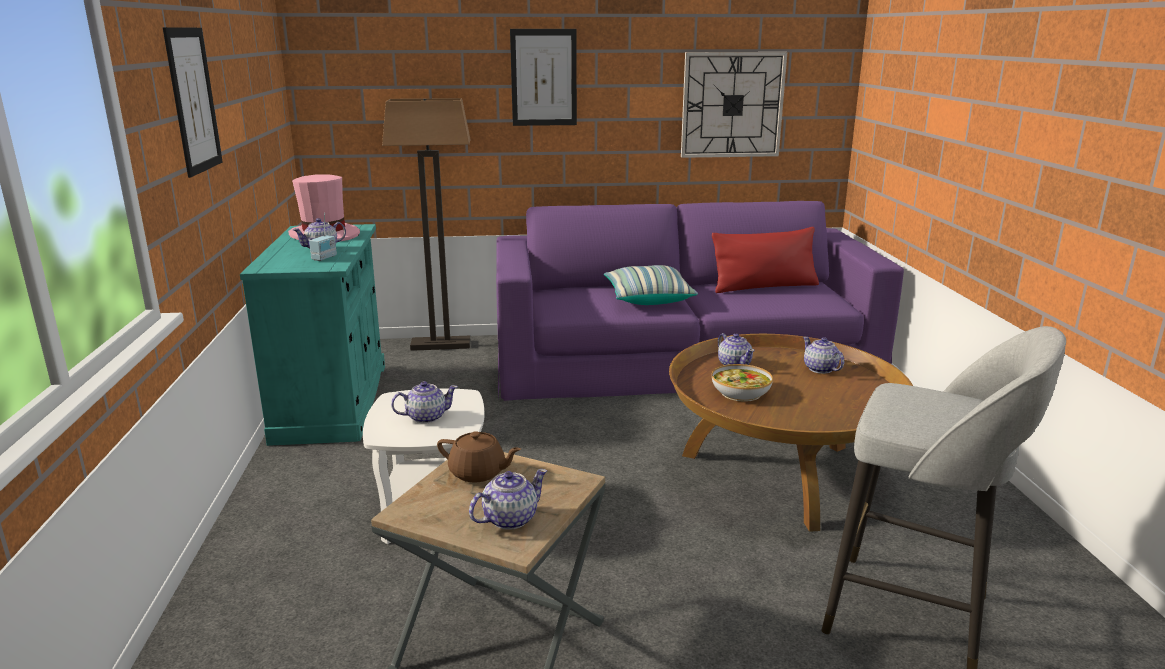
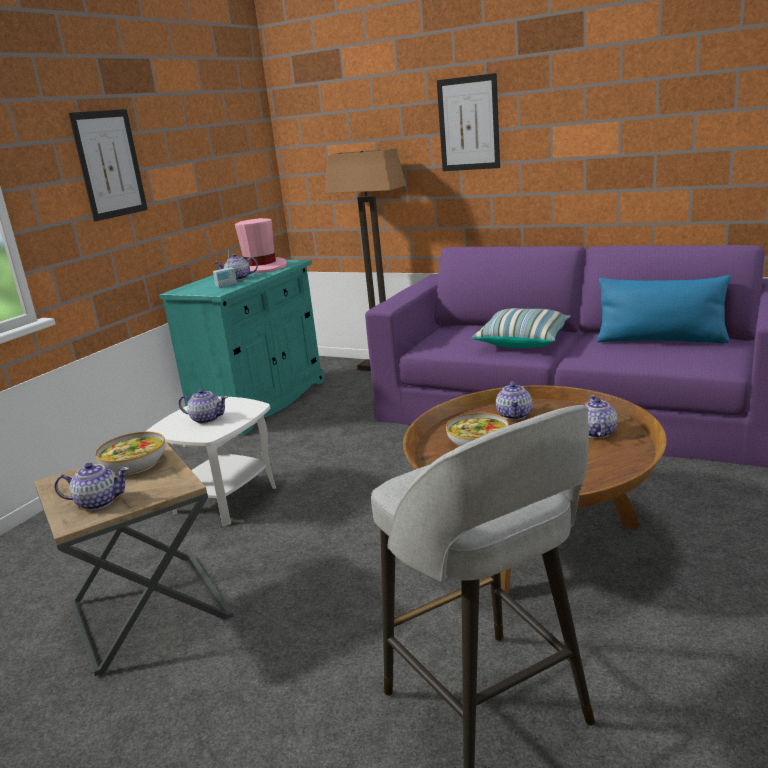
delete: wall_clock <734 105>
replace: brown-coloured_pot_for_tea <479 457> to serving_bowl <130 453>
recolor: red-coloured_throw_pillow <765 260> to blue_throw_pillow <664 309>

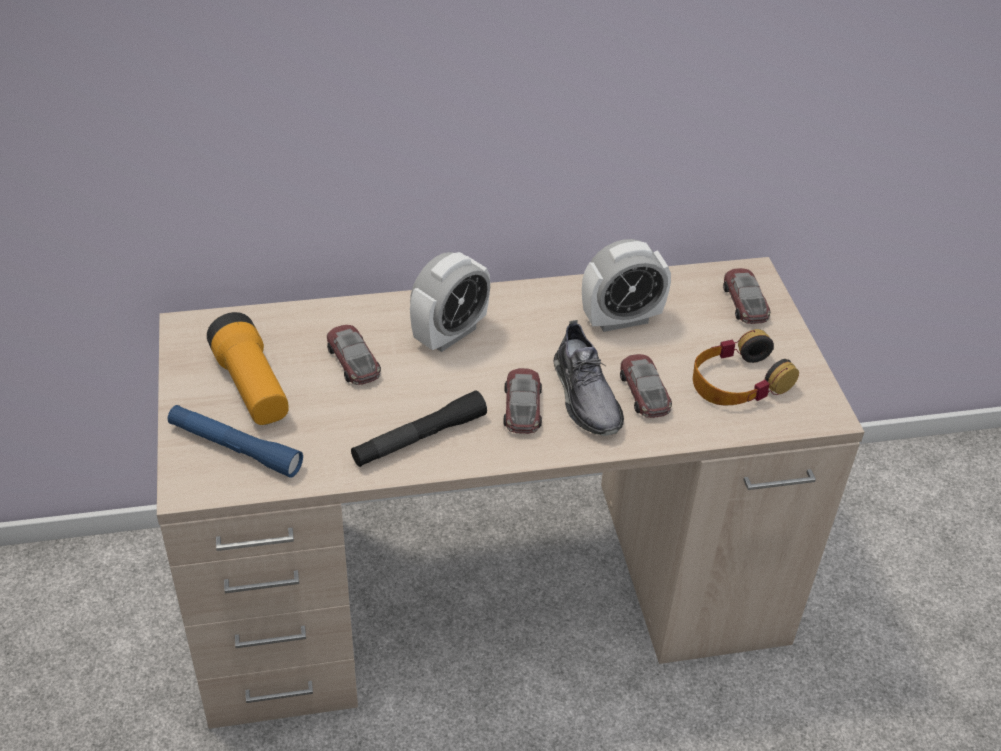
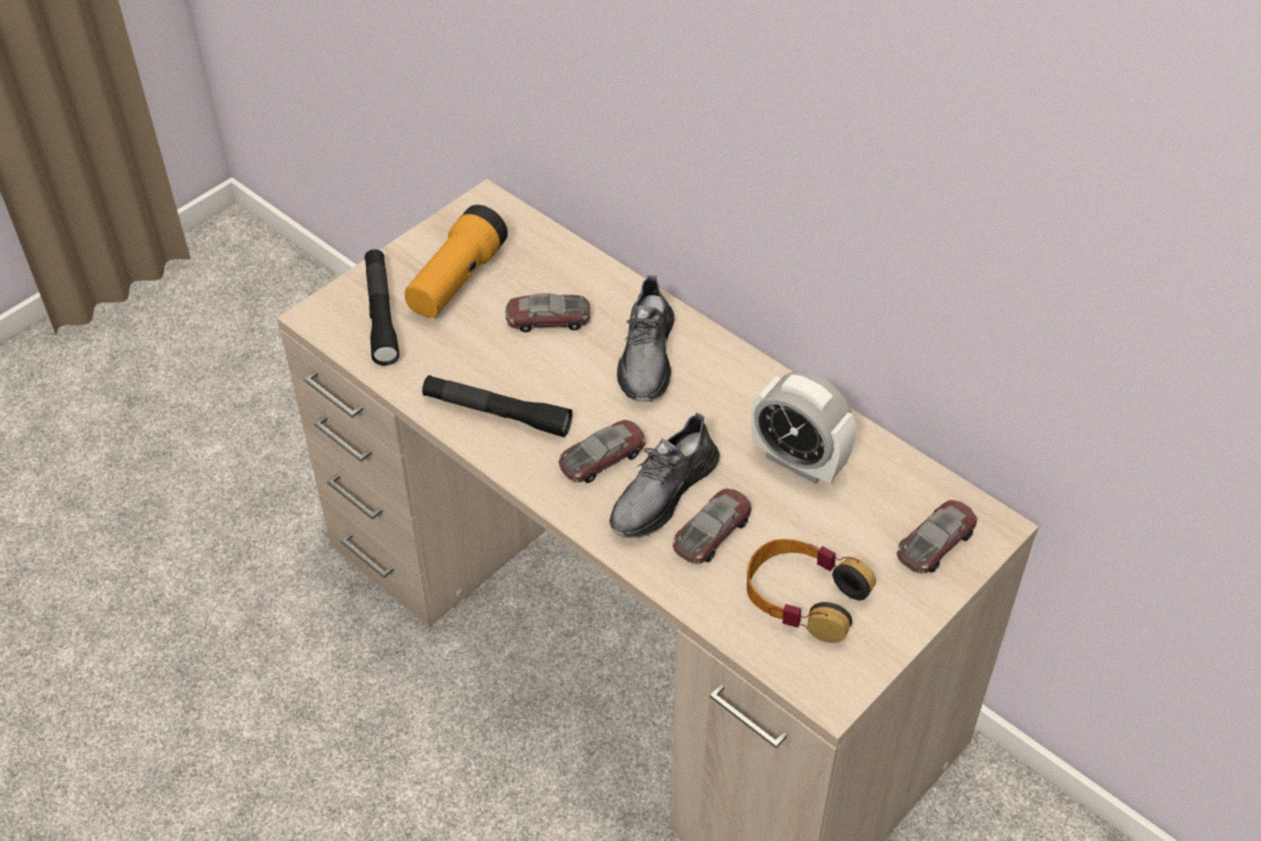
replace: table_clock <450 302> to greyish_shoe <646 338>
recolor: blue_hand_torch <235 441> to black_hand_torch <382 307>
rotate: model_car <354 355> = <548 312> 120 degrees counterclockwise

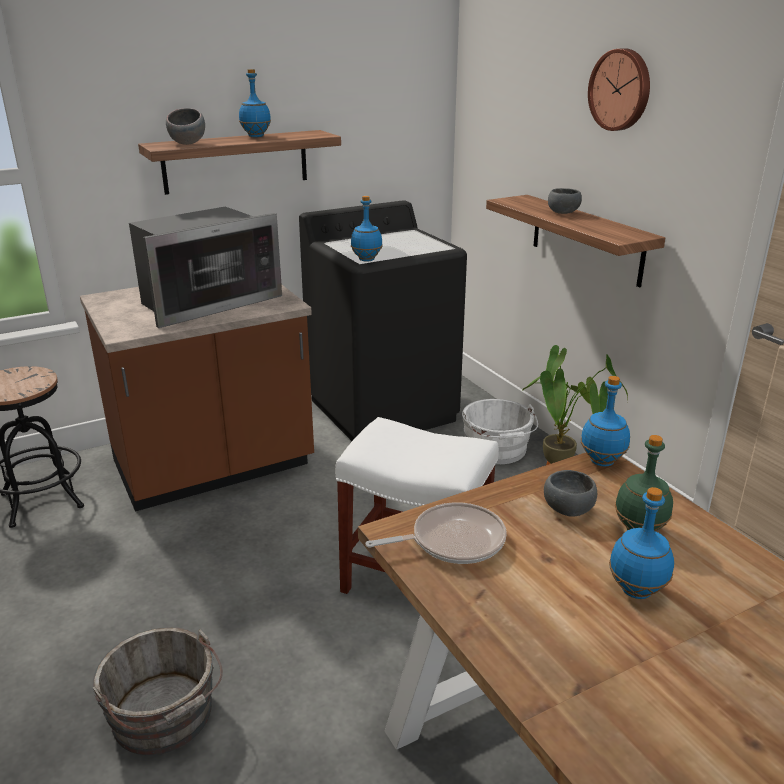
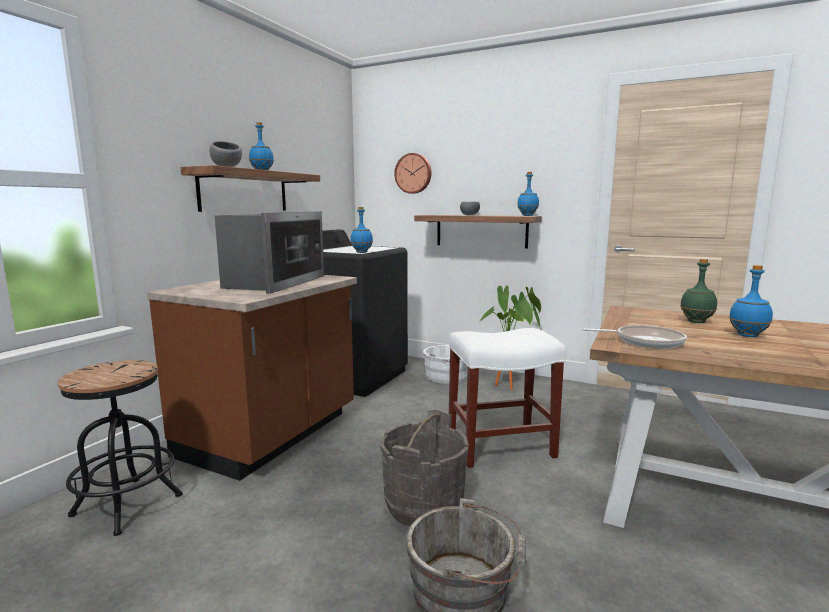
delete: greyish_serving_bowl <570 493>
insert: greyish_water_bucket <424 468>
move: wall_clock <619 89> to <412 173>; blue_beverage_bottle <605 421> to <528 194>
rotate: skillet <436 533> = <635 336> 60 degrees clockwise

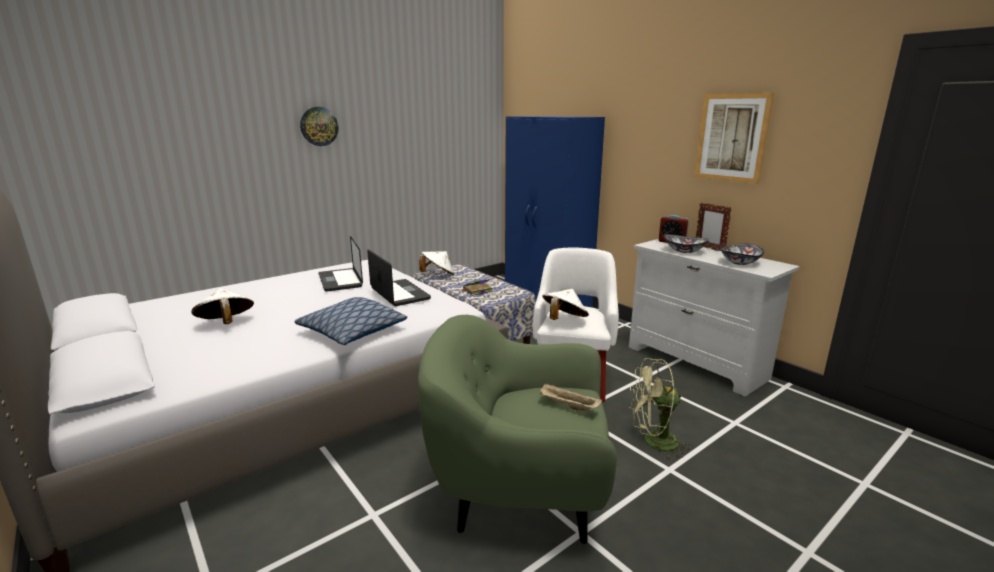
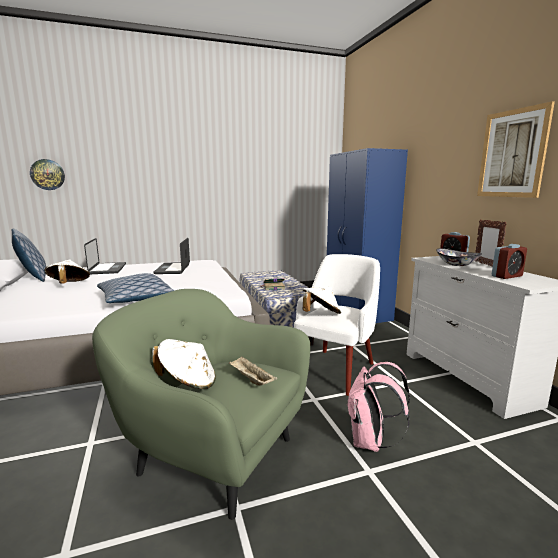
insert: throw_pillow <29 255>
move: wall_clock <319 126> to <47 174>; laptop <399 277> to <105 256>; whitish_hat <436 263> to <184 364>
replace: green_fan <660 409> to pinkish_rucksack <378 407>; serving_bowl <742 254> to table_clock <509 261>

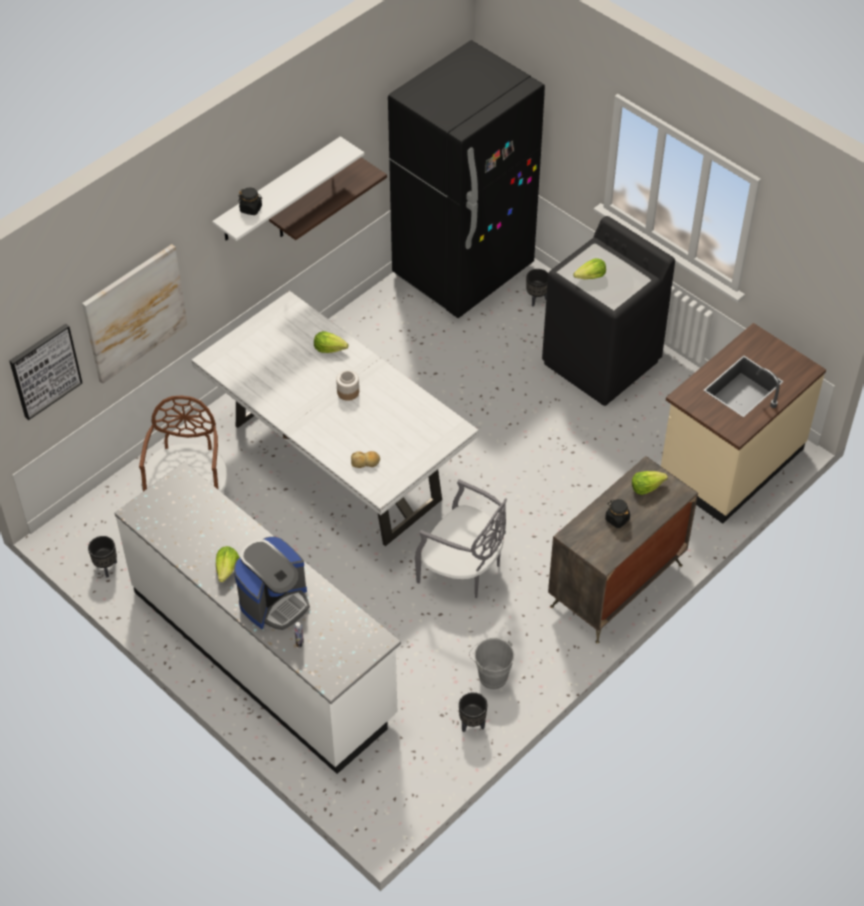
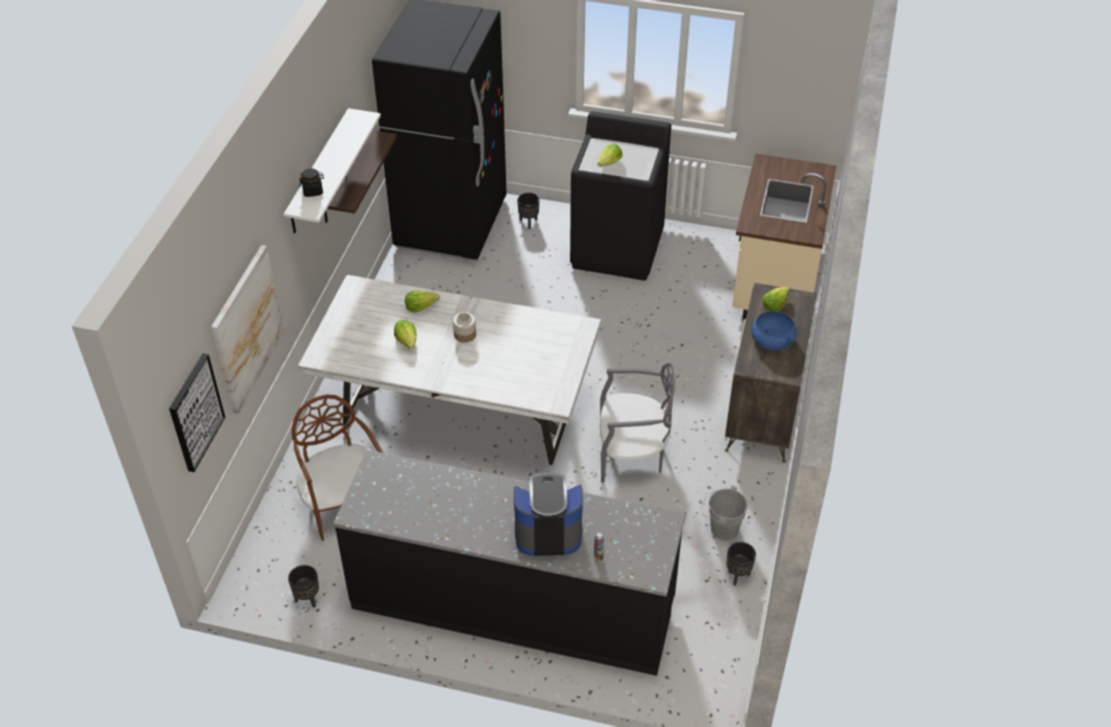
delete: bread <365 459>
move: lettuce <227 564> to <405 334>
replace: black_preserve_jar <617 513> to blue_serving_bowl <774 330>
recolor: whitish_kitchen_counter <258 618> to black_kitchen_counter <509 563>
rotate: coffee_machine <272 583> = <548 514> 105 degrees counterclockwise

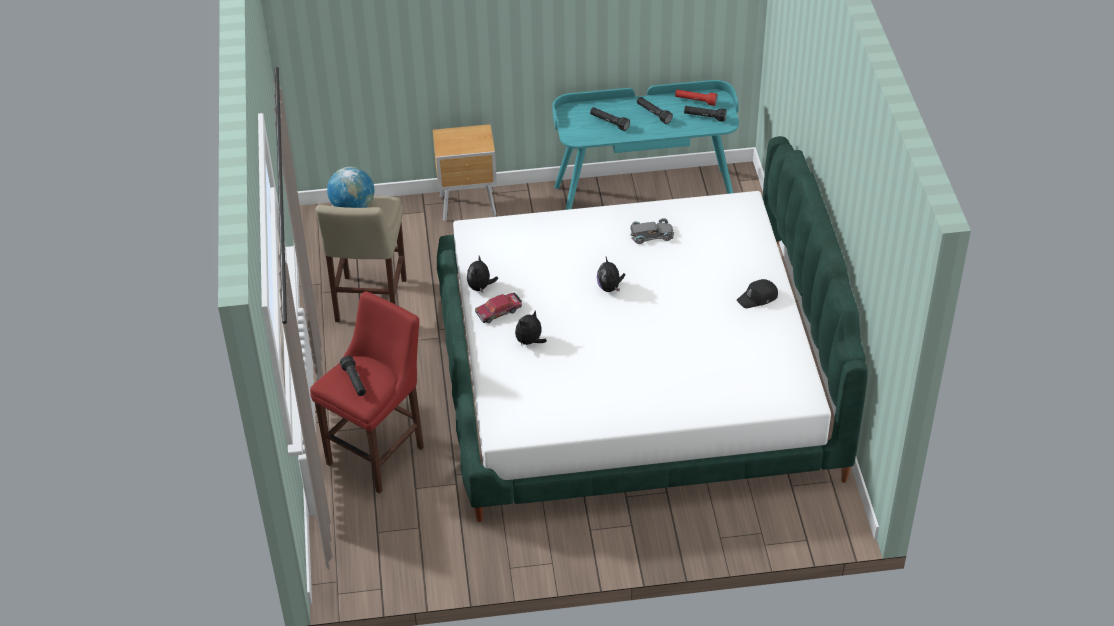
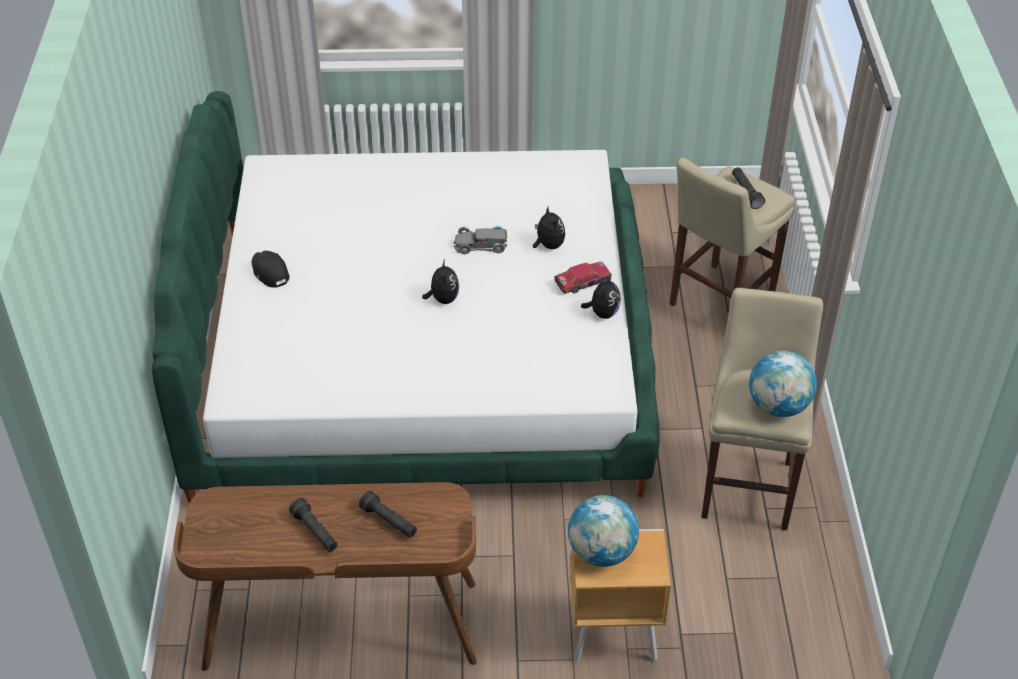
delete: red-coloured_hand_torch <696 97>; black_hand_torch <705 114>
insert: globe <603 531>
move: greyish_model_car <652 231> to <480 240>
recolor: turquoise_desk_table <645 145> to brown-coloured_desk_table <325 576>; red-coloured_stool <367 392> to beige-coloured_stool <732 232>
rotate: black_cap <757 293> = <271 269> 105 degrees counterclockwise; cuddly_toy <531 328> = <549 228> 75 degrees counterclockwise

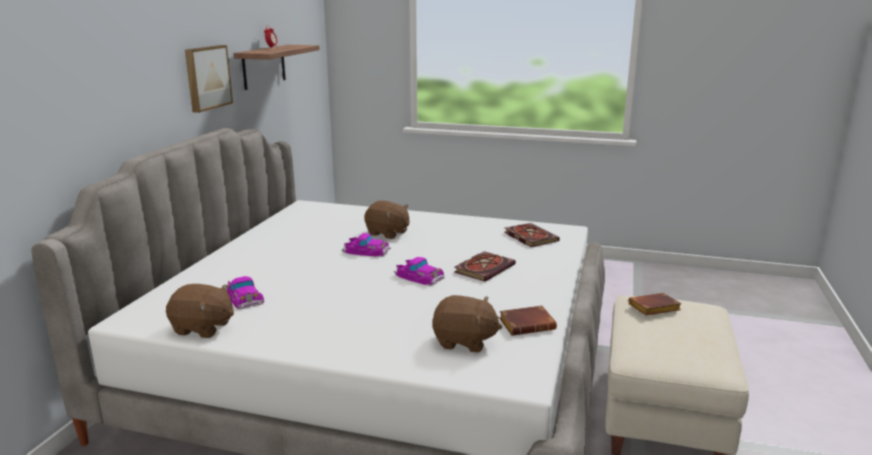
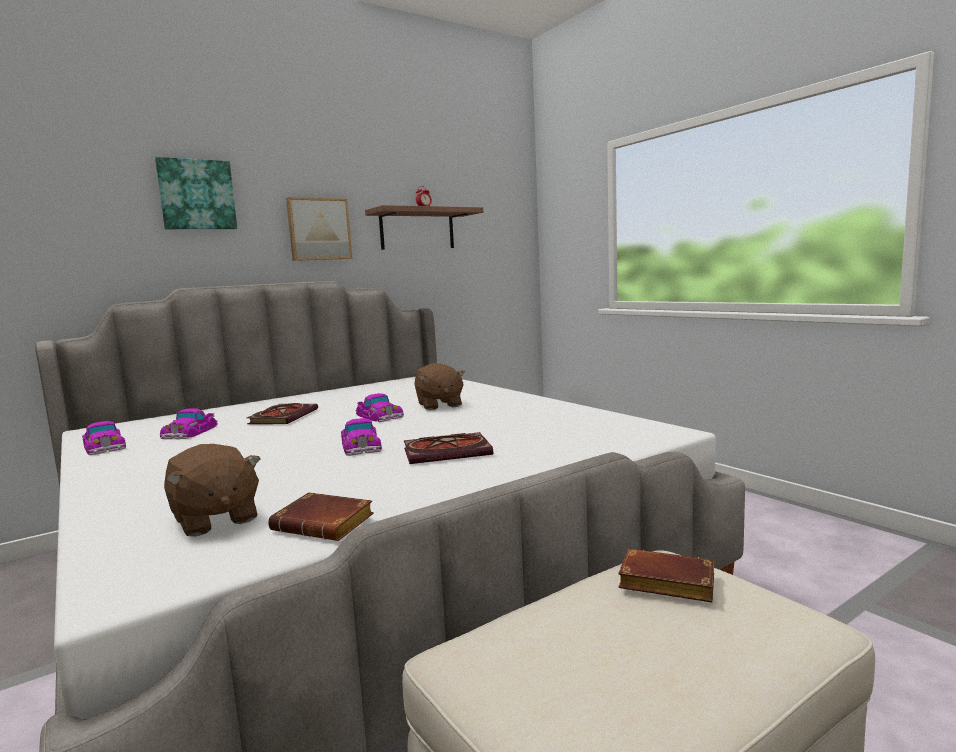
insert: wall_art <196 193>
move: volume <532 235> to <282 413>
replace: brown-coloured_cuddly_toy <200 311> to model_car <104 438>

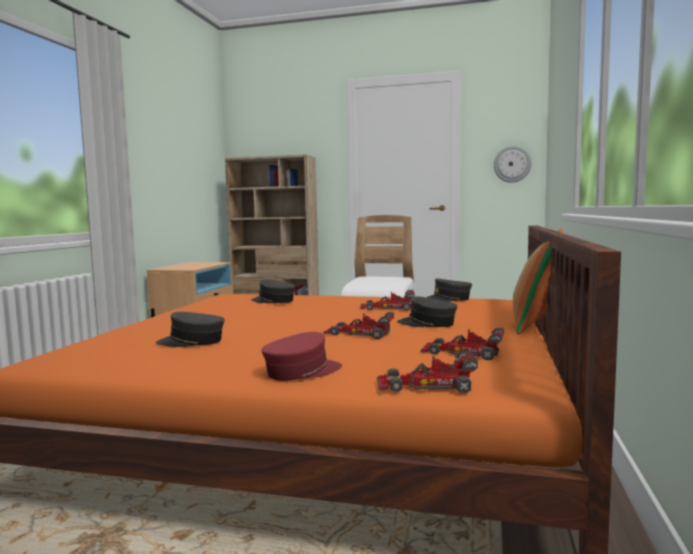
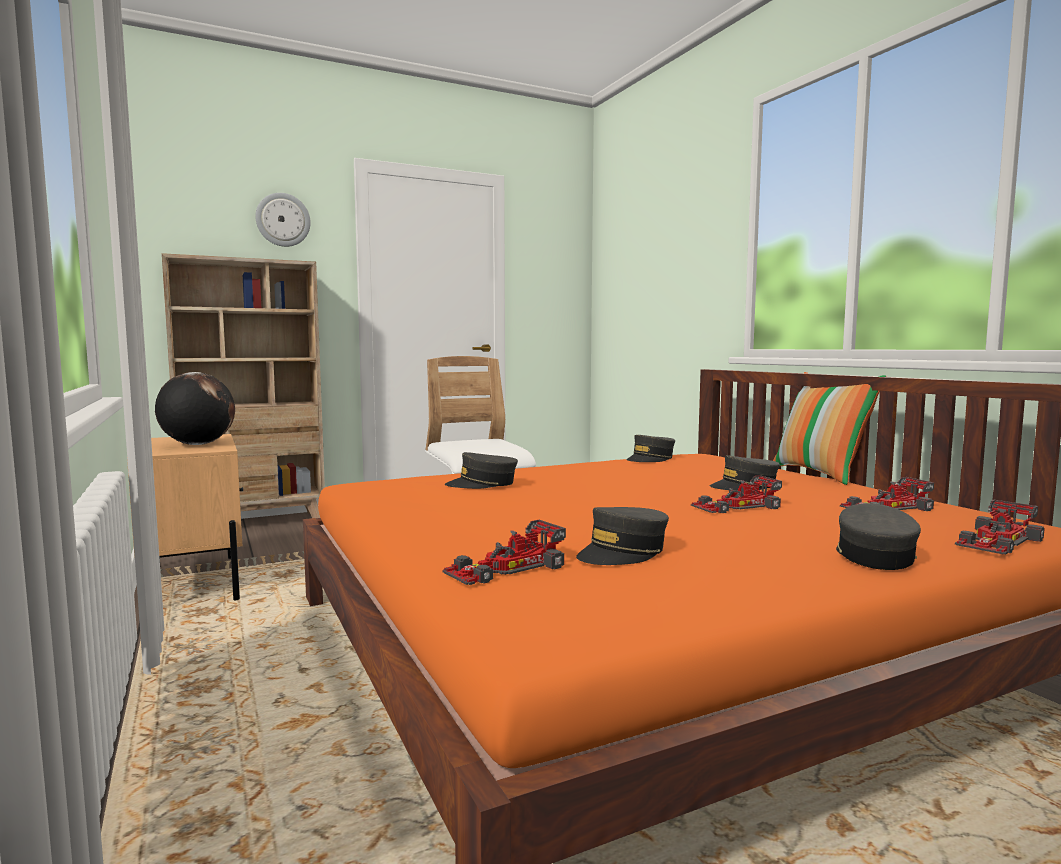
insert: globe <195 408>
move: wall_clock <513 164> to <283 220>; model_car <387 300> to <504 552>
recolor: red-coloured_cap <301 356> to greyish_cap <878 536>

